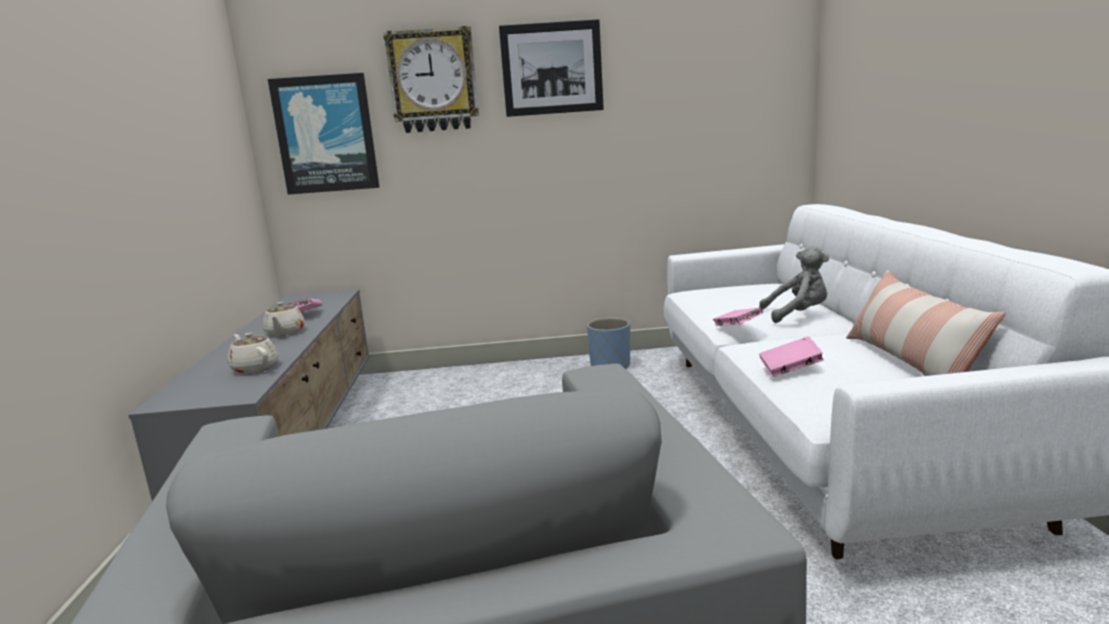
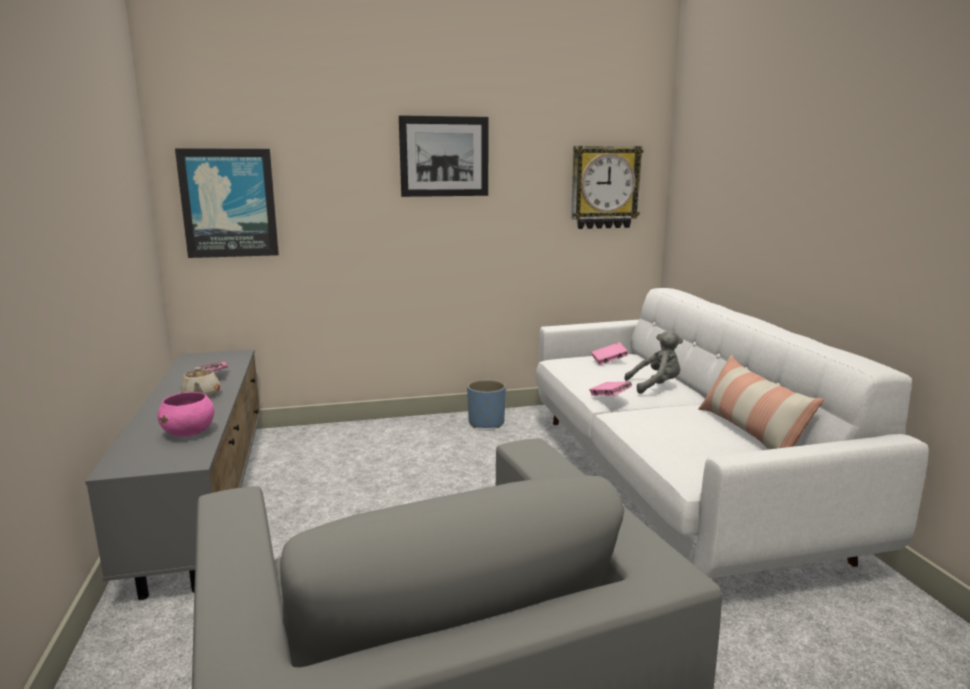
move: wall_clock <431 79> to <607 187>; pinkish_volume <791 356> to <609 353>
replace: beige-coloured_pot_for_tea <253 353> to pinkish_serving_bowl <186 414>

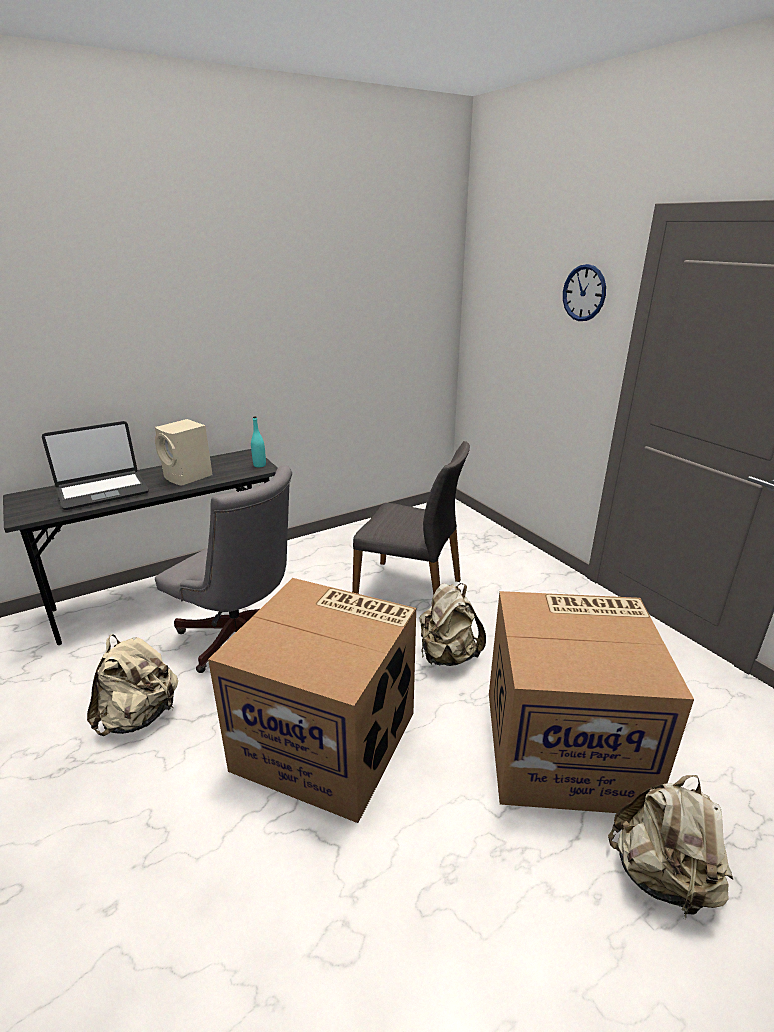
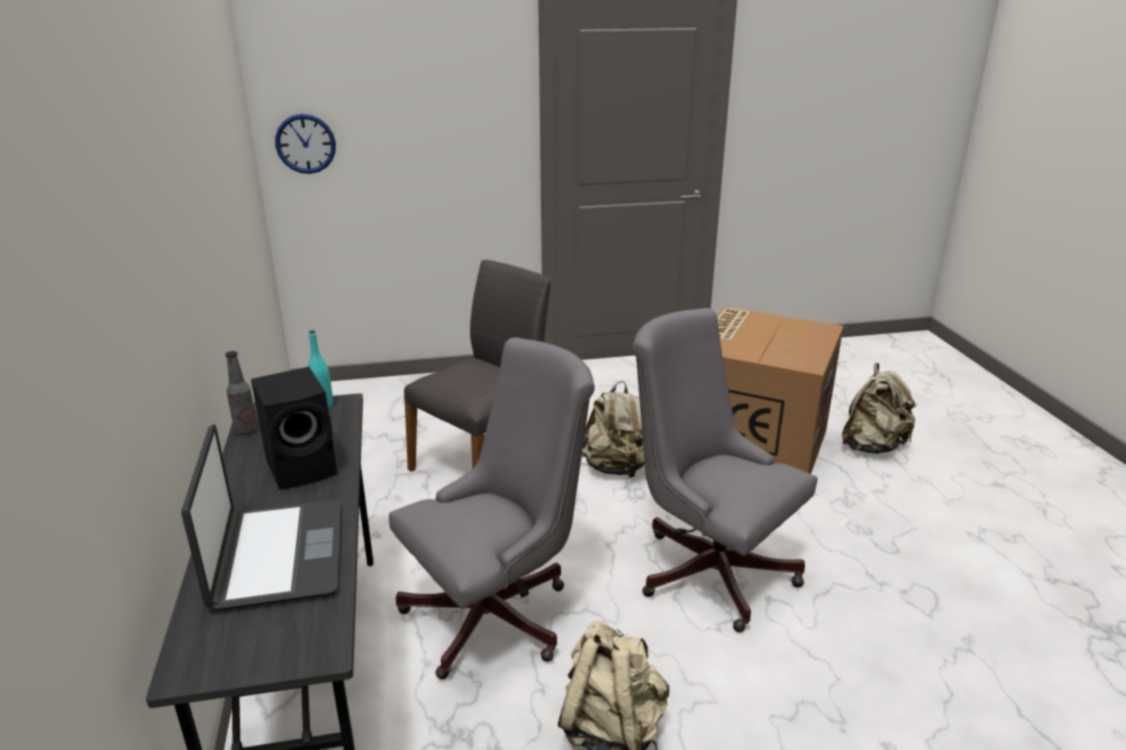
insert: beverage_bottle <241 393>
move: wall_clock <584 292> to <305 144>
replace: cardboard_box <312 700> to greyish_computer_chair <725 470>
recolor: beige-coloured_loudspeaker <184 452> to black_loudspeaker <294 428>

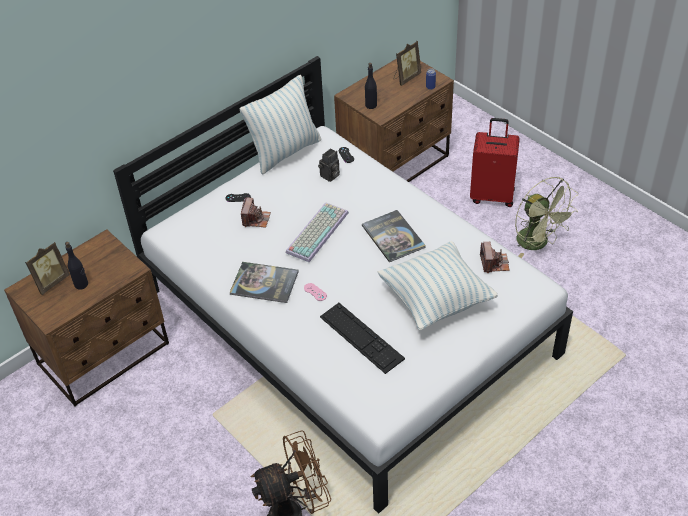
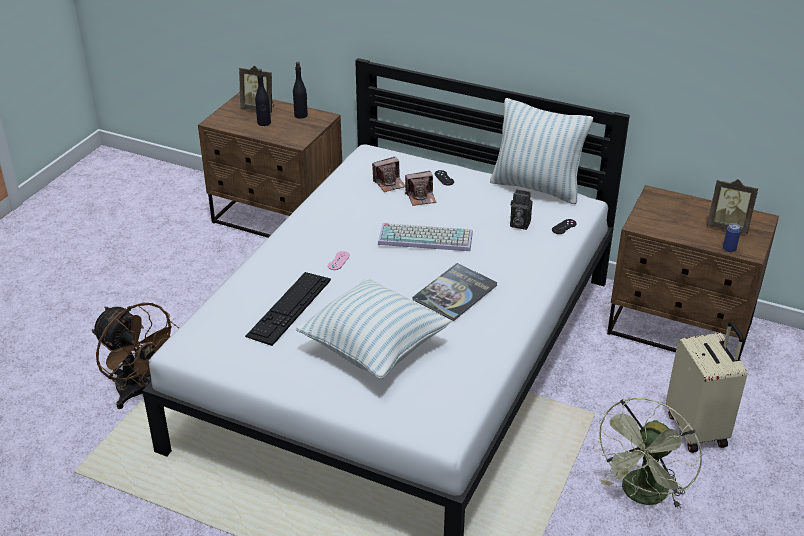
delete: volume <264 282>
move: black_beverage_bottle <371 86> to <300 90>; still_camera <494 257> to <388 174>
recolor: red-coloured_piece_of_luggage <495 162> to beige-coloured_piece_of_luggage <706 387>

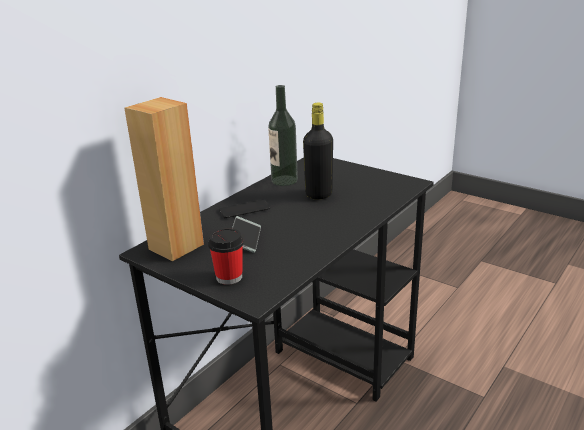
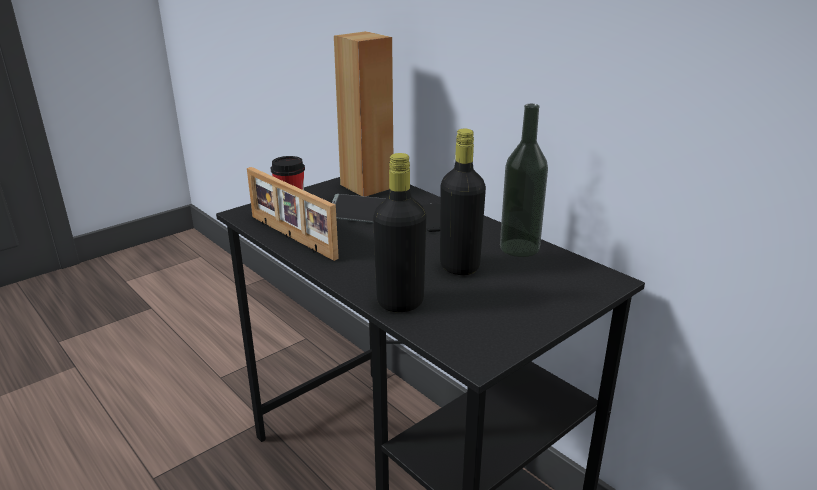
insert: standing_frame <293 214>; black_beverage_bottle <399 232>

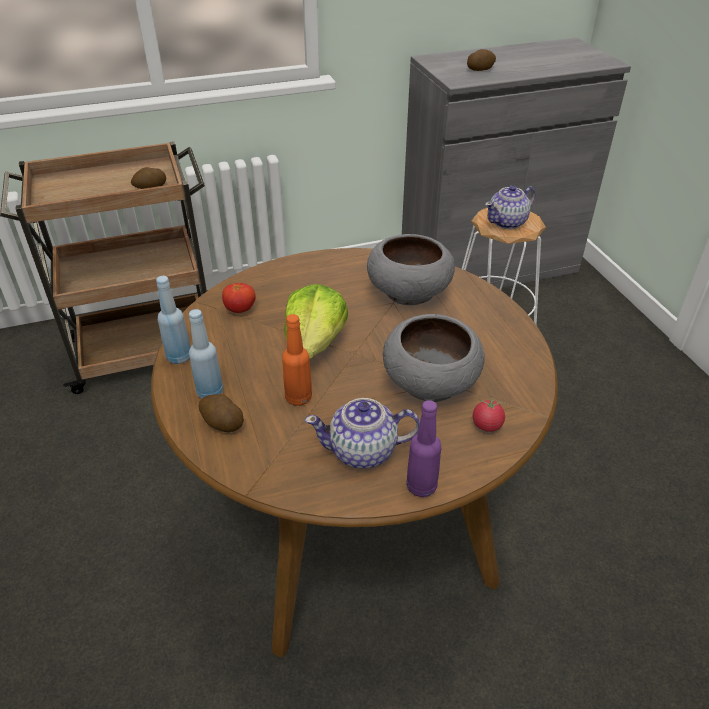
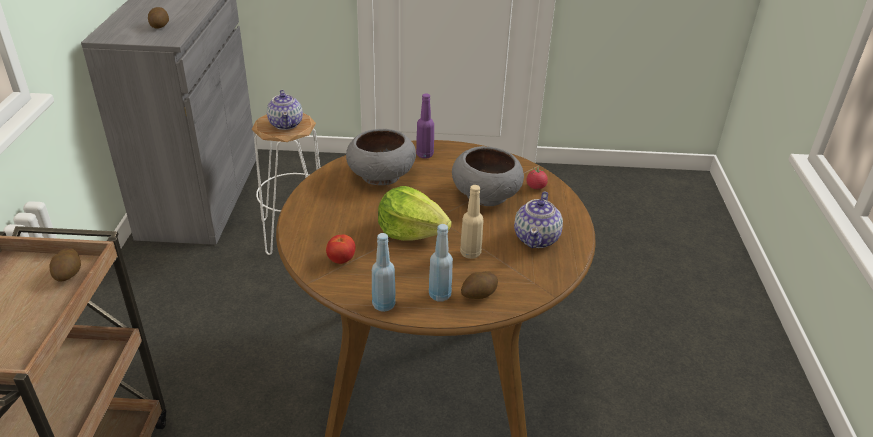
move: purple-coloured_beverage_bottle <423 448> to <425 126>
recolor: orange_beverage_bottle <297 360> to beige-coloured_beverage_bottle <472 222>

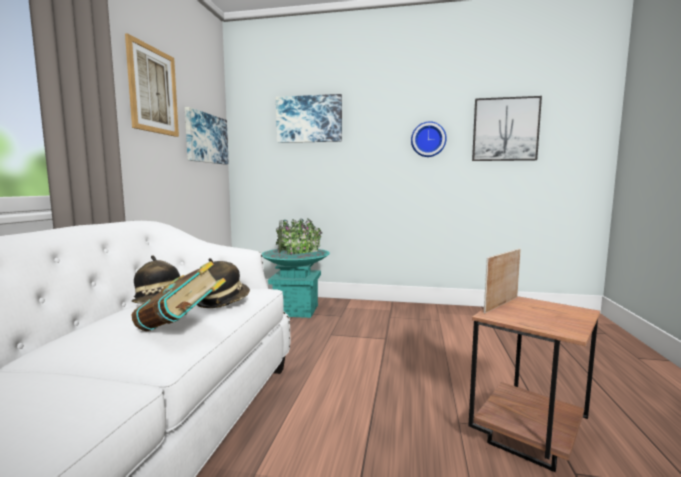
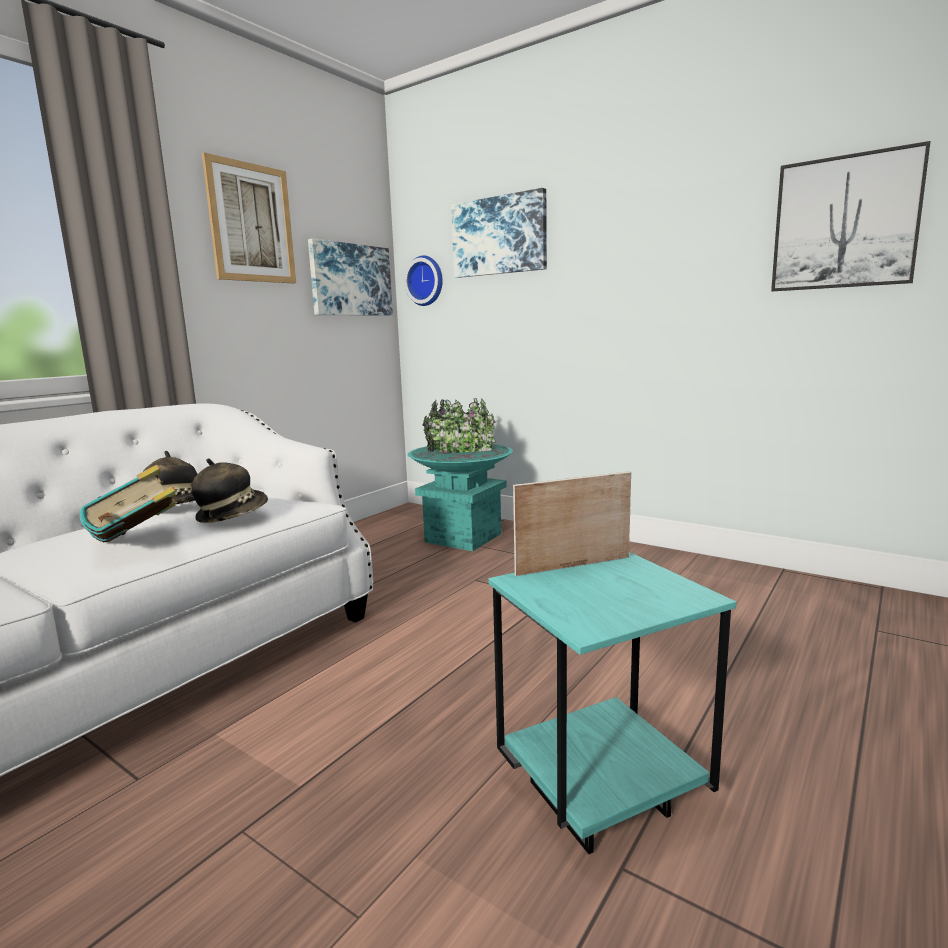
move: wall_clock <429 139> to <423 280>
recolor: brown-coloured_end_table <534 384> to turquoise_end_table <612 703>

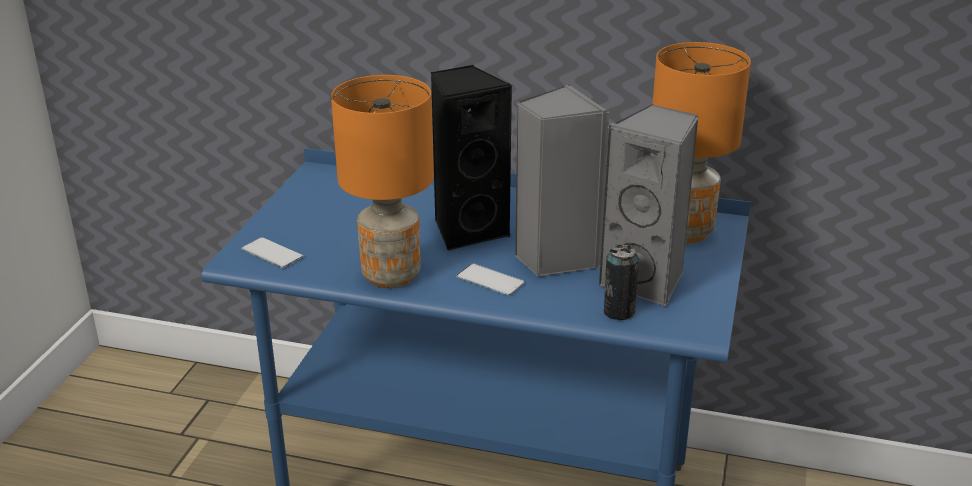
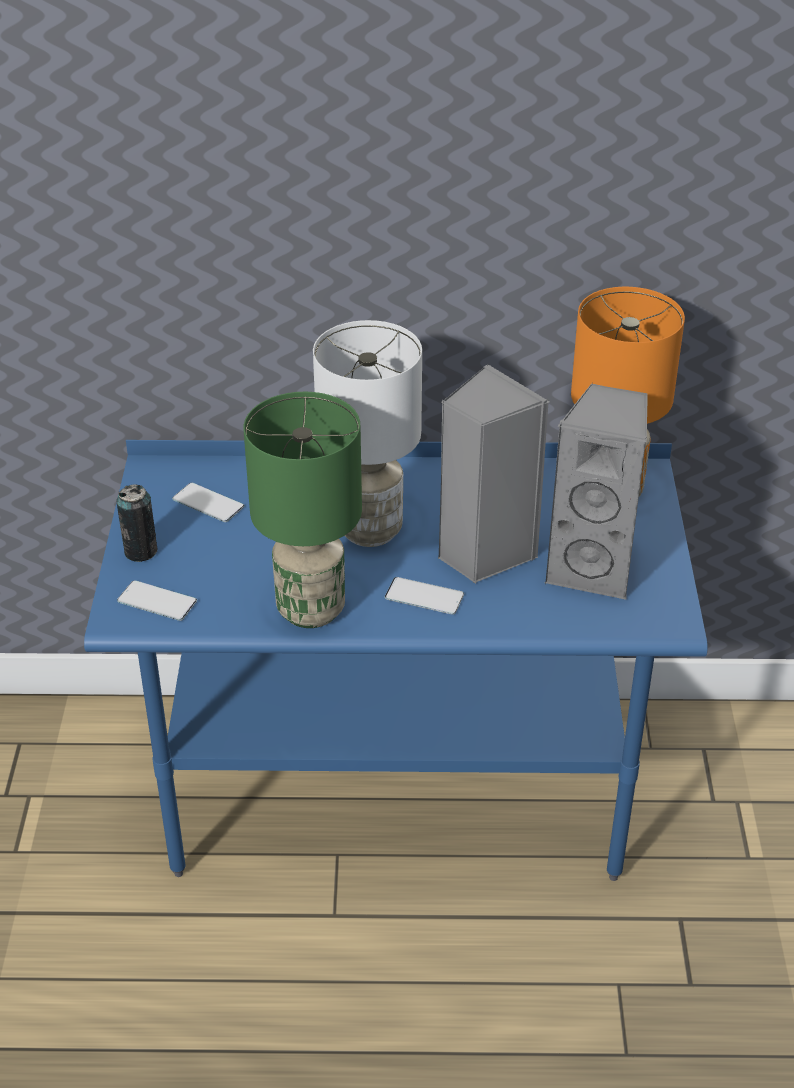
insert: handset <208 502>
move: metal_can <621 282> to <137 523>
replace: black_loudspeaker <471 158> to whitish_lamp_for_a_table <367 433>
recolor: orange_lamp_for_a_table <382 181> to green_lamp_for_a_table <303 510>

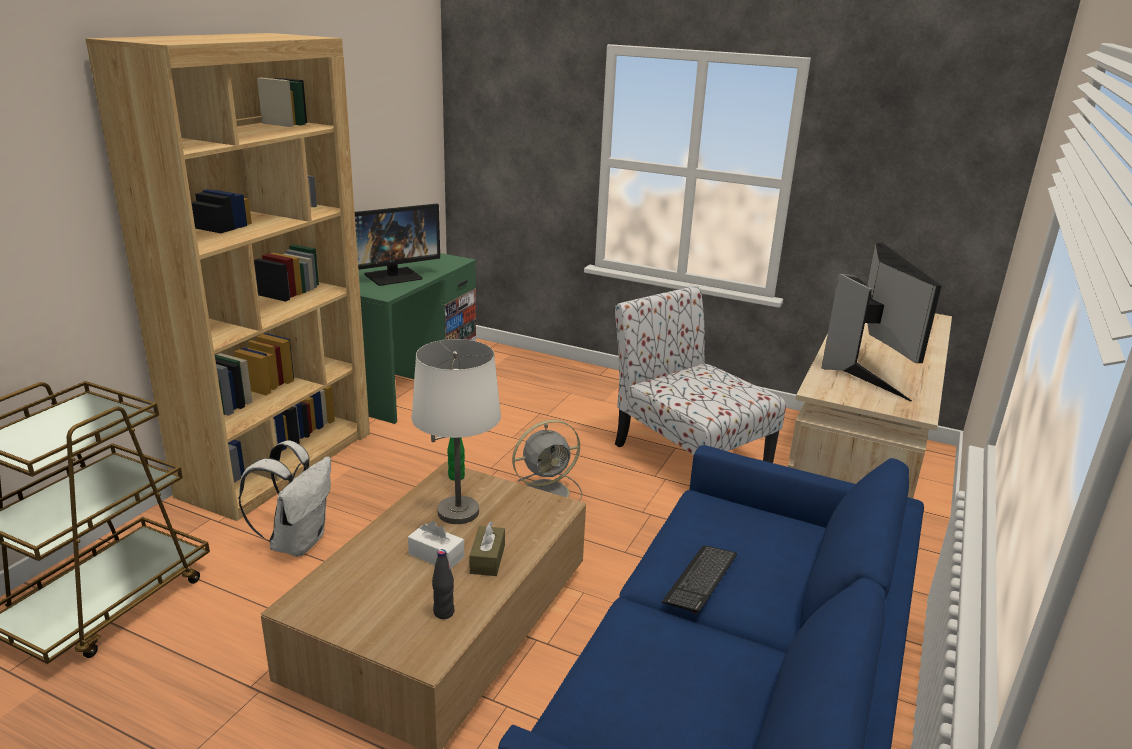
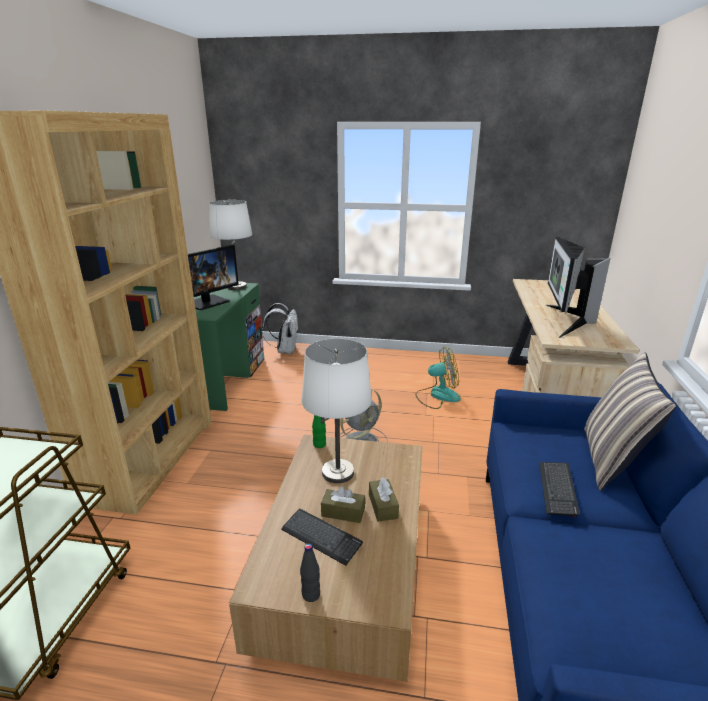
insert: whitish_lamp_for_a_table <231 245>; computer_keyboard <322 537>; throw_pillow <630 421>
move: whitish_rucksack <284 498> to <280 328>; black_beverage_bottle <443 584> to <310 573>
replace: upright_chair <700 374> to fan <438 377>
recolor: whitish_box_of_tissues <436 544> to brown-coloured_box_of_tissues <343 504>
rotate: monitor <881 322> = <578 287> 150 degrees counterclockwise

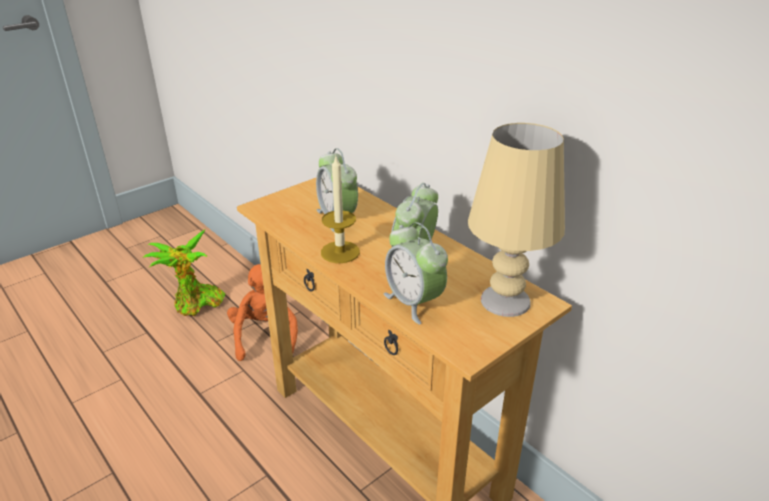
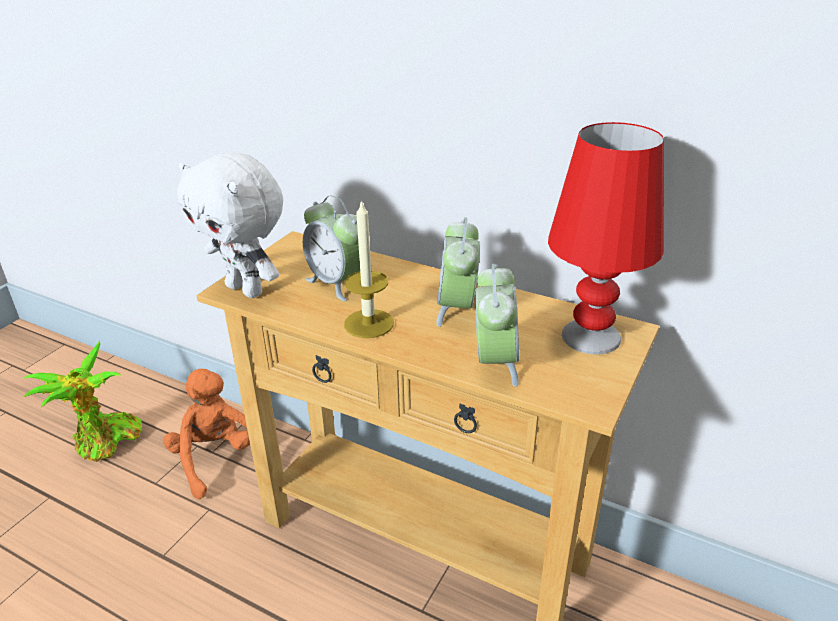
insert: whitish_cuddly_toy <230 225>
recolor: beige-coloured_lamp_for_a_table <516 220> to red-coloured_lamp_for_a_table <606 238>
rotate: table_clock <416 273> = <497 325> 120 degrees counterclockwise

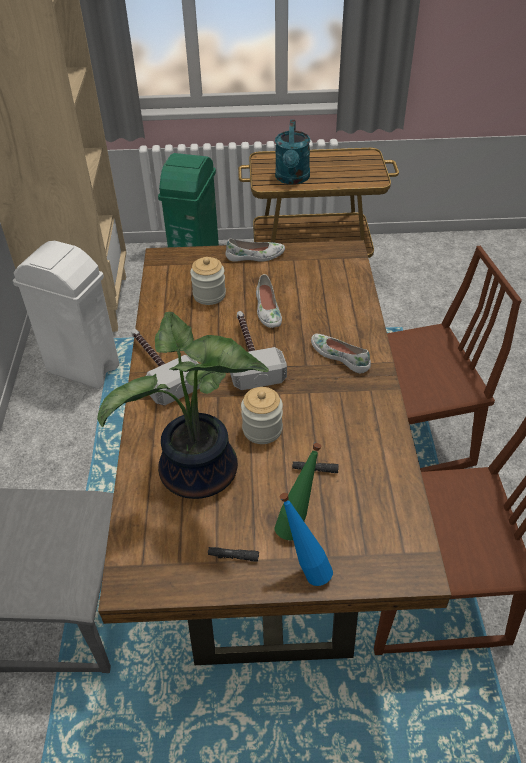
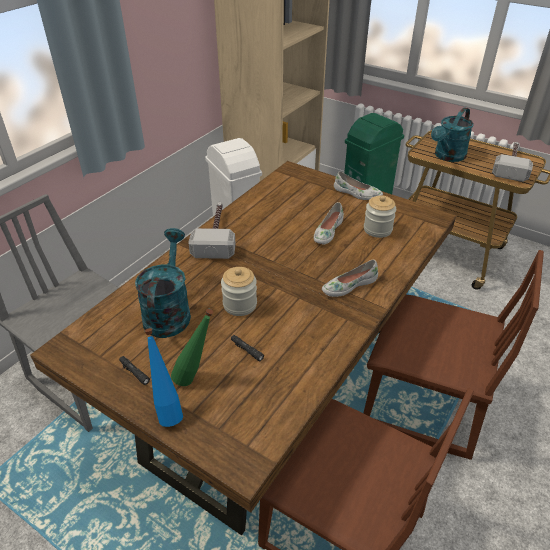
move: preserve_jar <208 281> to <380 216>; hammer <258 350> to <512 162>
replace: potted_plant <183 405> to turquoise_watering_pot <163 283>
rotate: whitish_shoe <341 353> = <350 278> 105 degrees counterclockwise

